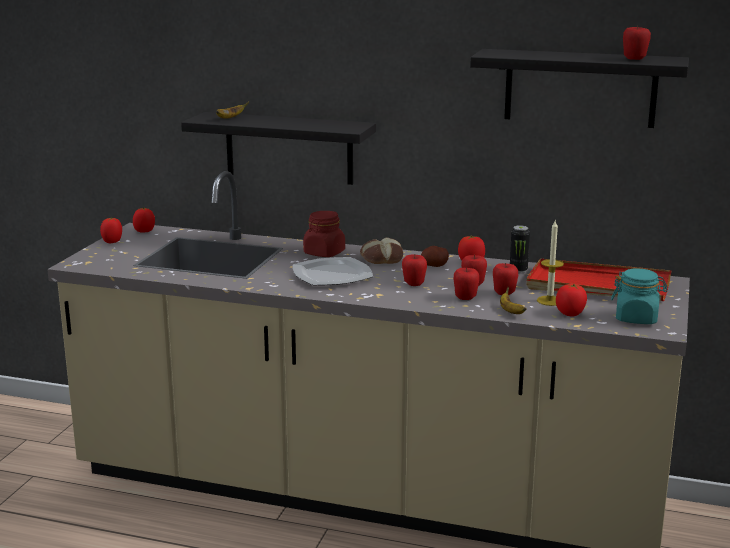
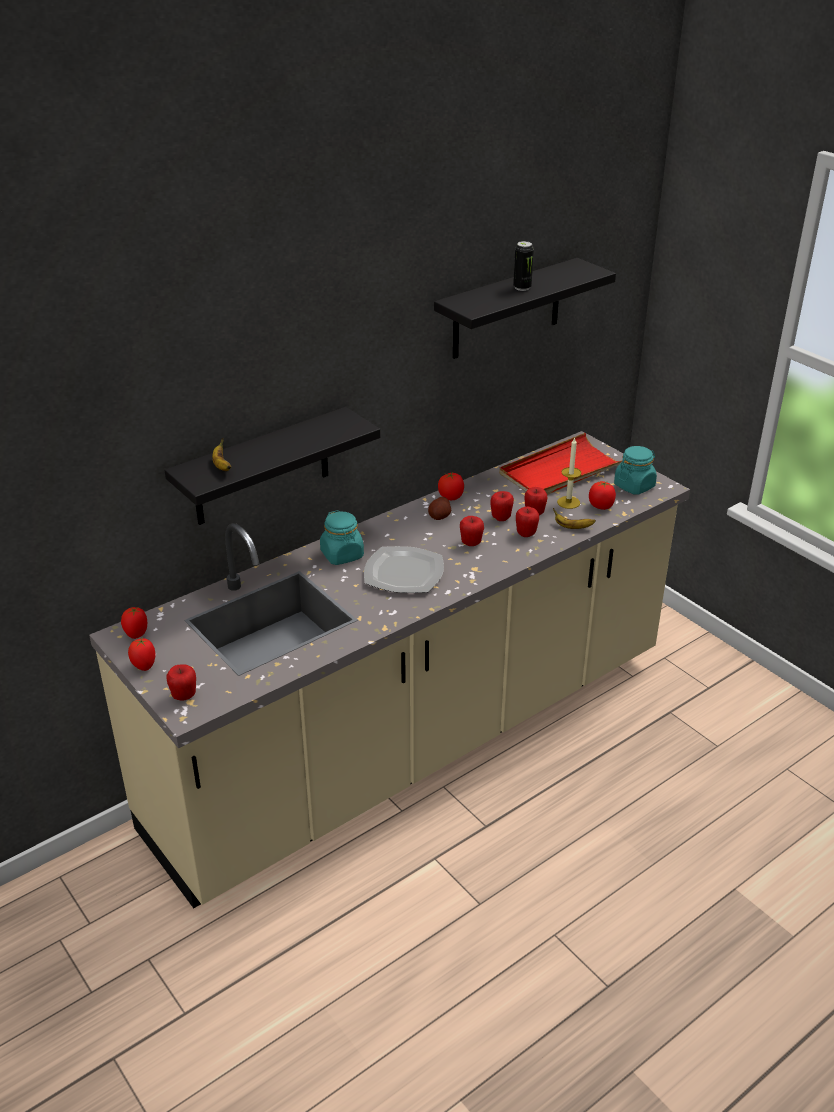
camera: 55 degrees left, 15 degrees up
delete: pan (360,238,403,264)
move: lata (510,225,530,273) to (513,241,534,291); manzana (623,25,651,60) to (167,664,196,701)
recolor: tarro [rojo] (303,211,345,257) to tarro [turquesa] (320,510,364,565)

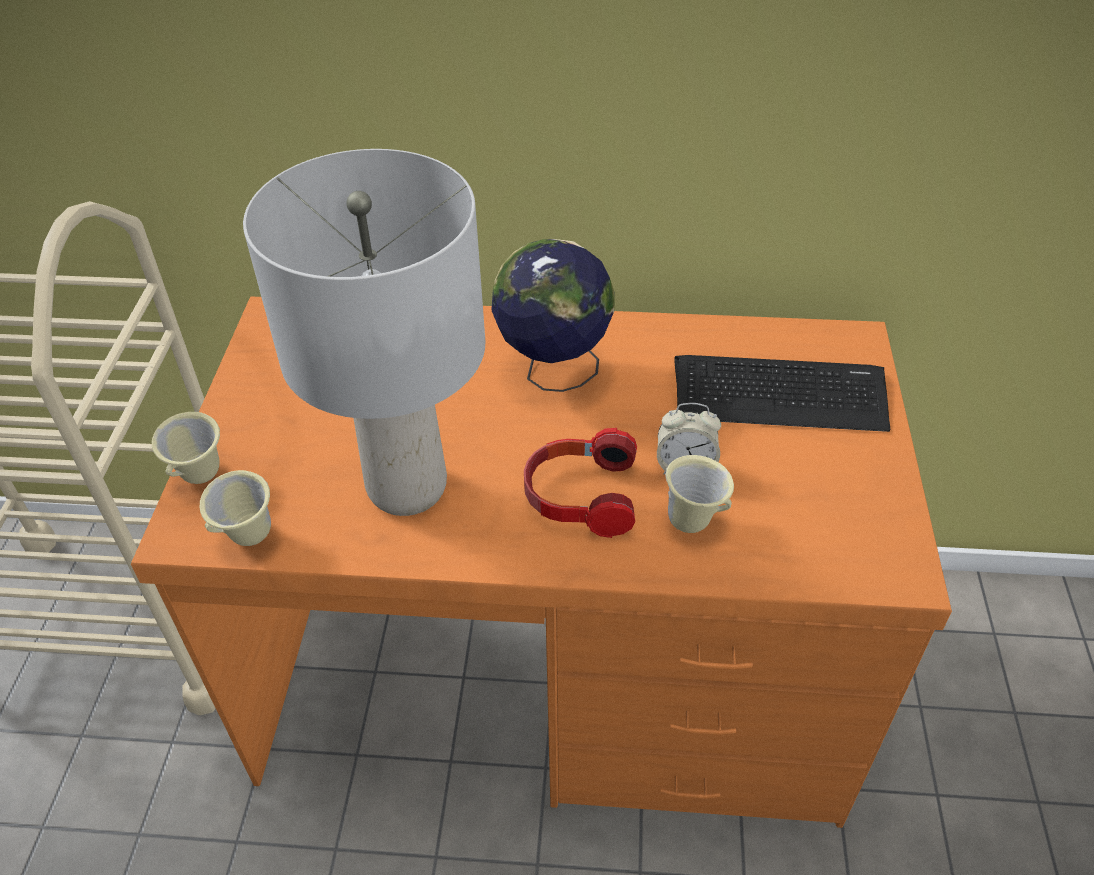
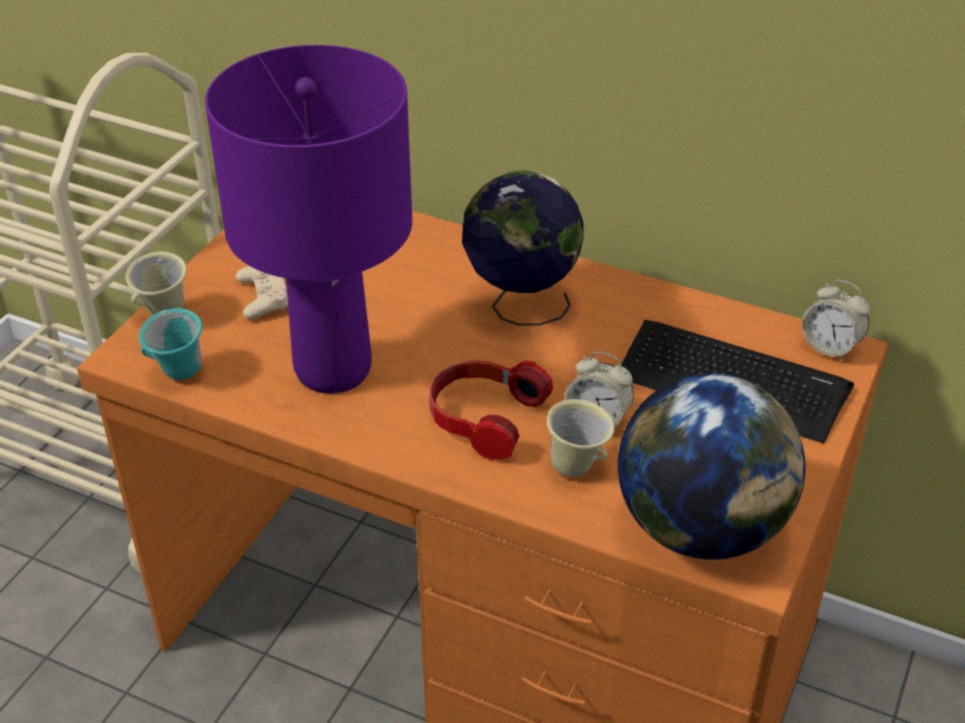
camera: 20 degrees right, 5 degrees down
insert: mando de consola [beis] (236,266,288,319); globo terráqueo (618,373,805,560); despertador (802,280,870,361)
recolor: taza grande [beis] (200,470,271,546) to taza grande [turquesa] (139,308,202,380); lámpara de mesa [gris] (243,149,485,516) to lámpara de mesa [morado] (205,45,412,394)

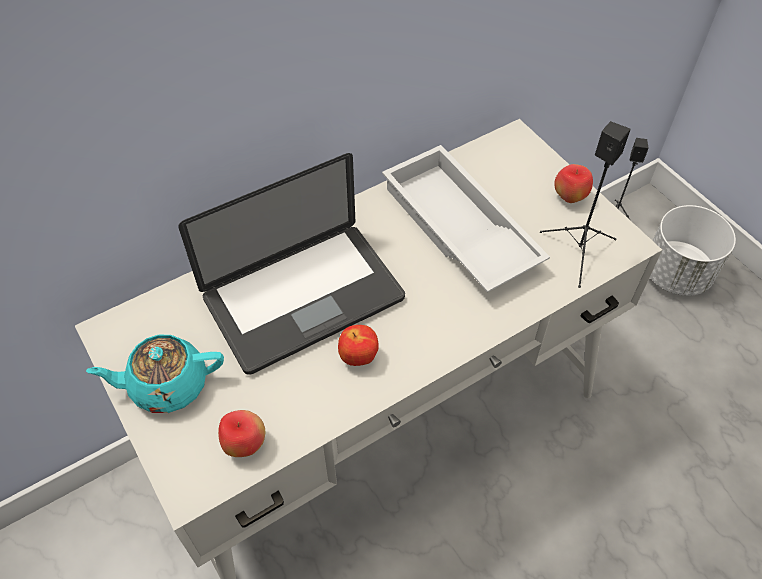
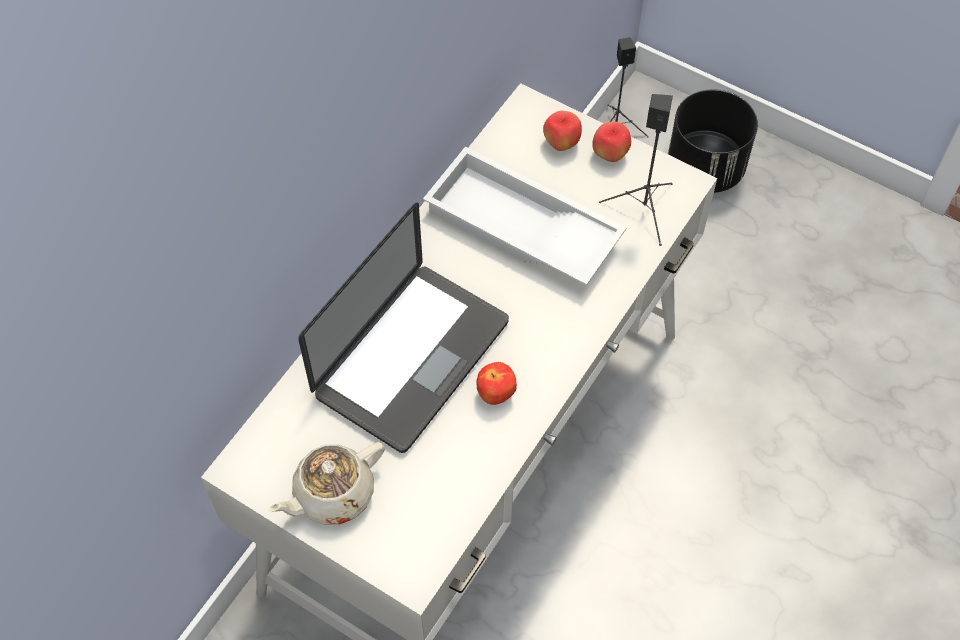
camera: 25 degrees left, 5 degrees up
move: manzana (218,410,265,457) to (543,111,582,151)
recolor: tetera [turquesa] (86,335,224,413) to tetera [beis] (268,442,385,525); maceta [blanco] (650,205,736,296) to maceta [negro] (668,90,758,193)

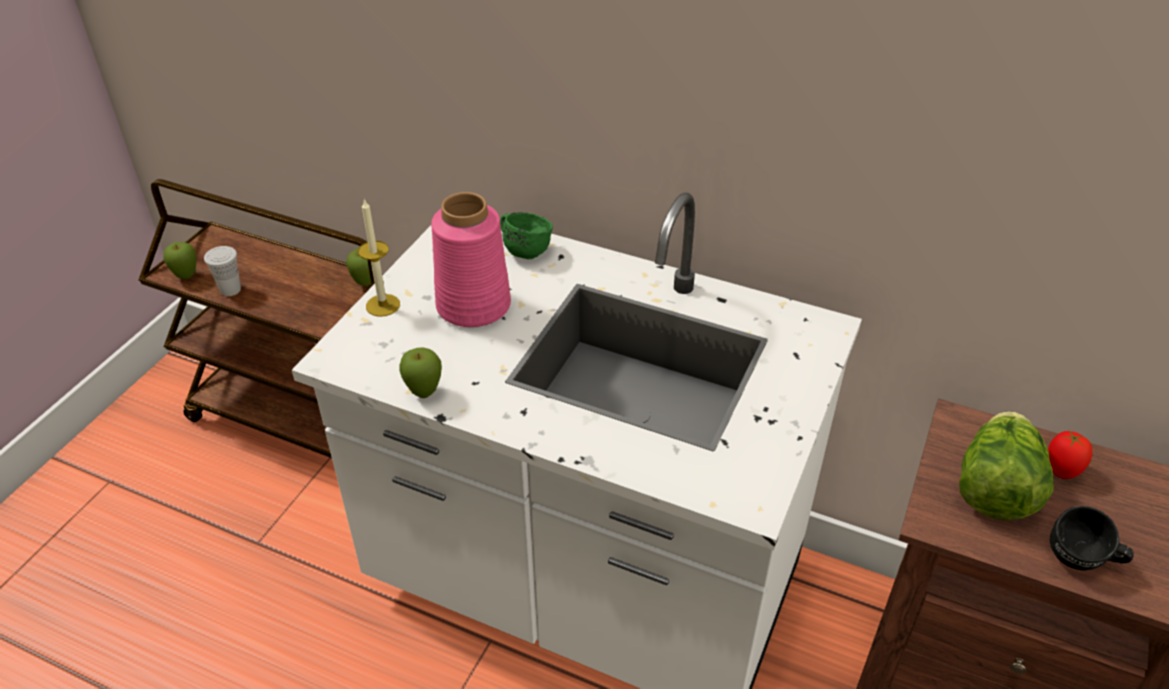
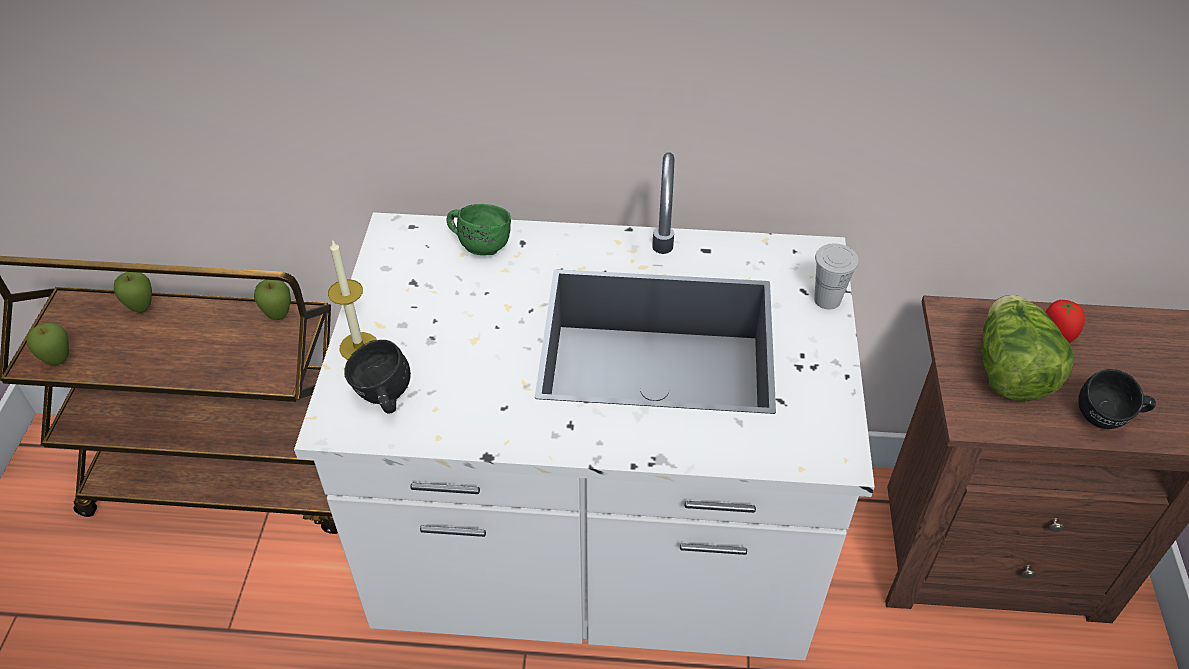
camera: 20 degrees left, 5 degrees up
delete: florero [rosa] (431,192,511,327)
insert: taza grande [negro] (345,340,411,413)
move: taza [blanco] (204,246,241,296) to (814,244,859,310); manzana (399,347,442,398) to (114,272,152,313)

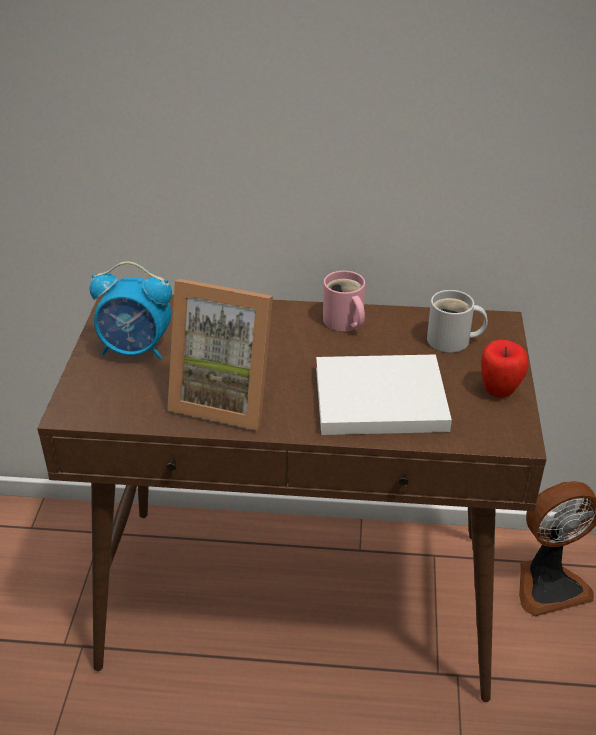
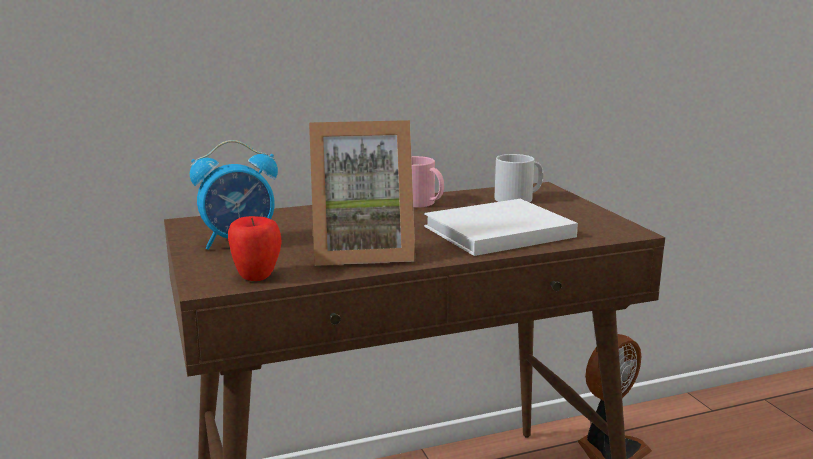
camera: 25 degrees left, 20 degrees down
move: manzana (481,340,528,398) to (228,216,282,281)

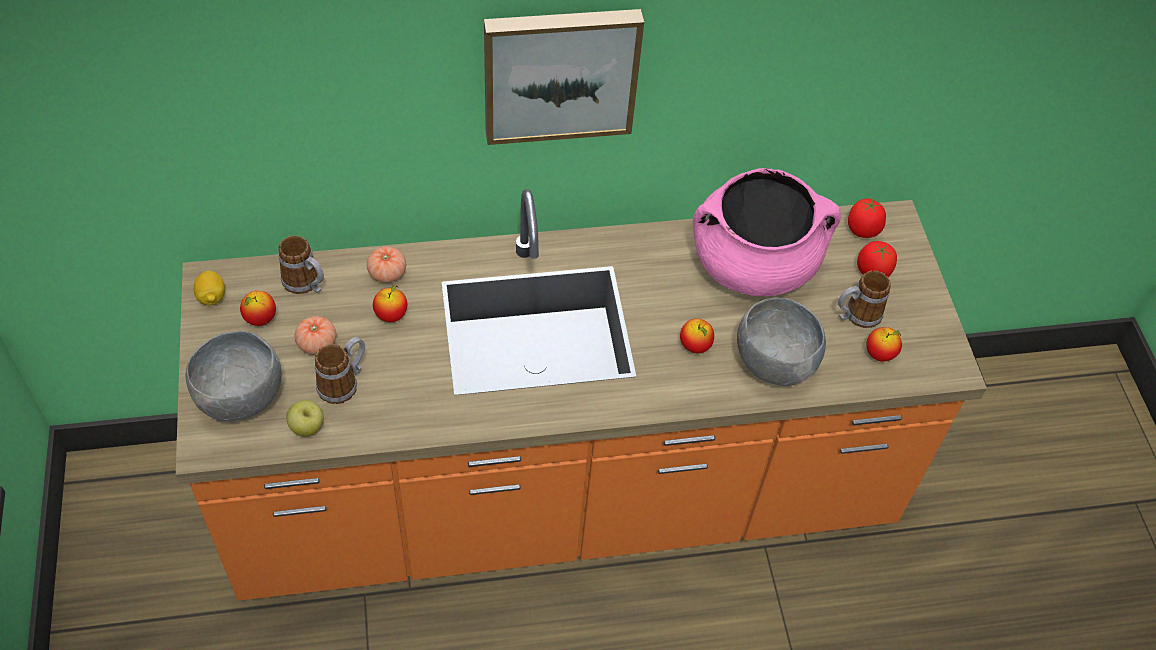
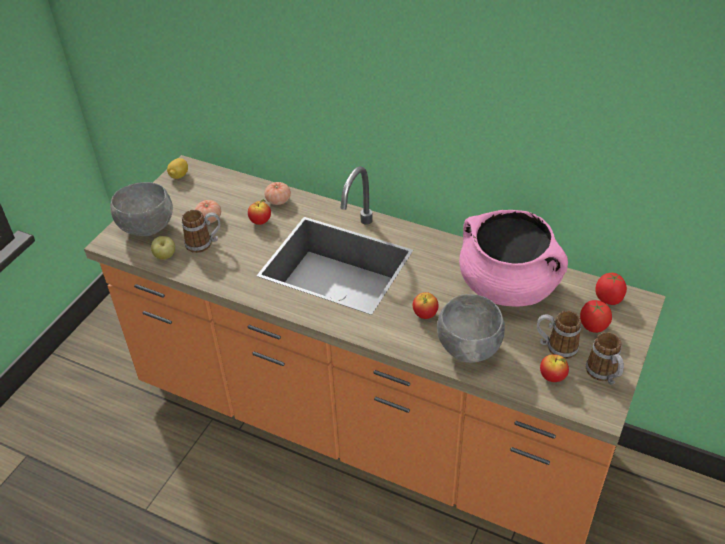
camera: 40 degrees right, 10 degrees down
delete: manzana (240,291,276,326); cuadro (484,9,644,145)
move: taza grande (278,235,324,294) to (586,332,624,385)

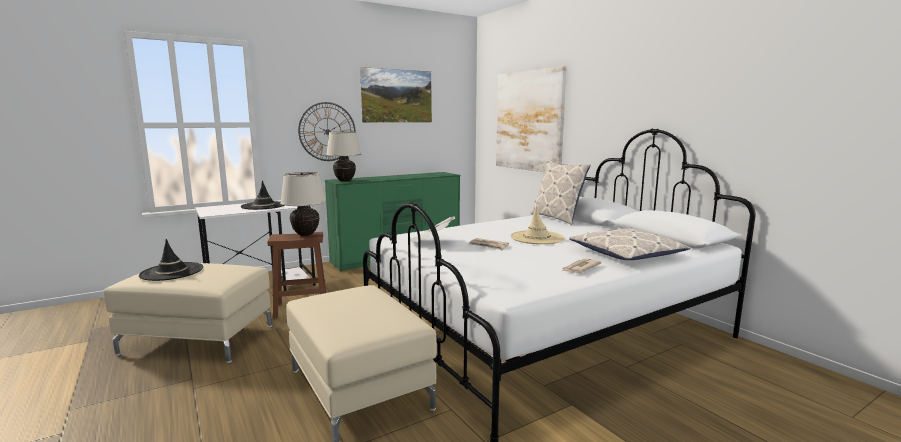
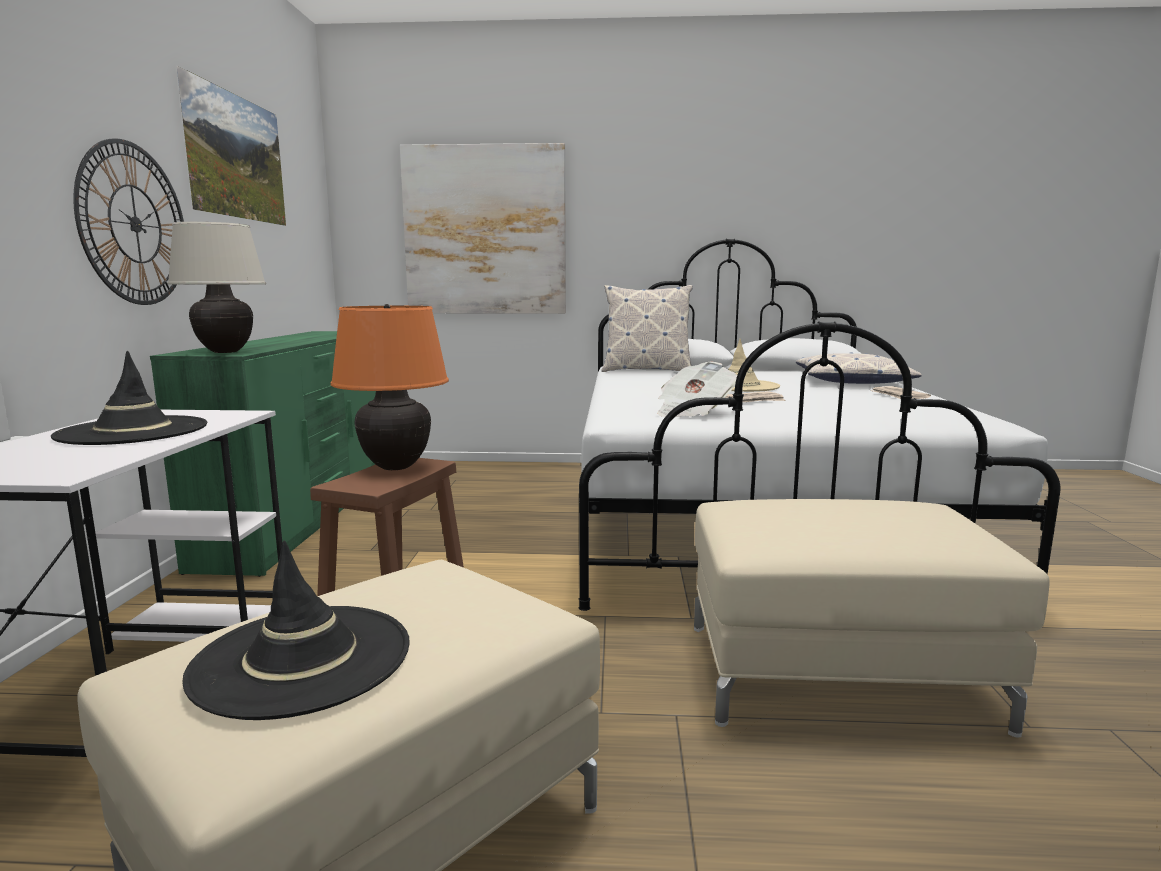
camera: 55 degrees left, 0 degrees up
recolor: lámpara de mesa [beis] (280,172,326,236) to lámpara de mesa [naranja] (330,304,449,470)

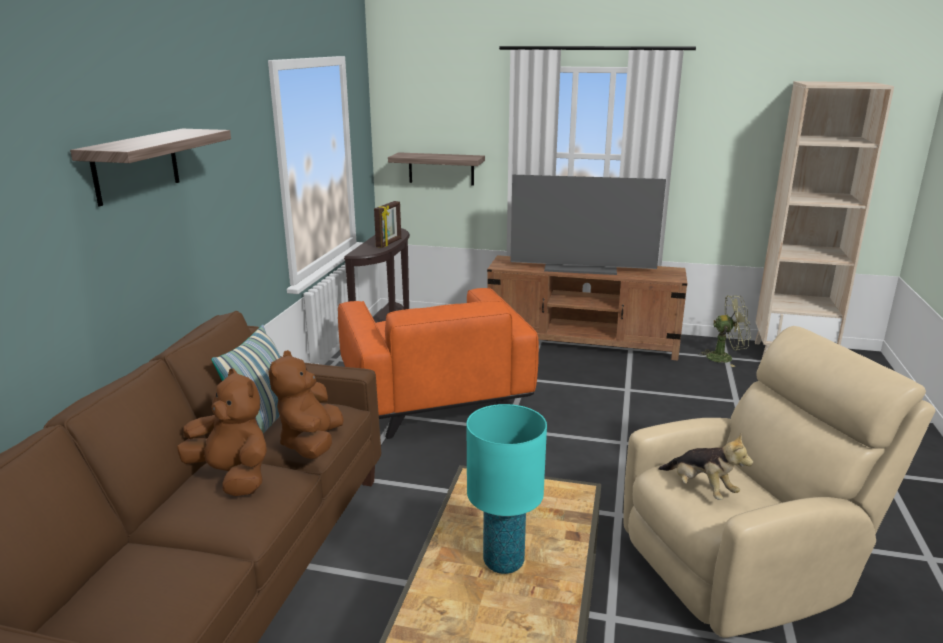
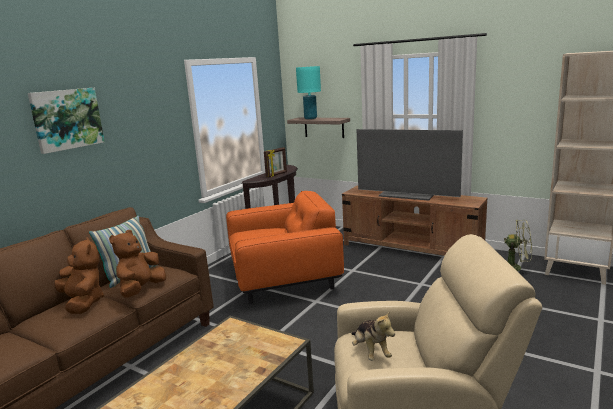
camera: 20 degrees right, 5 degrees down
move: lámpara de mesa [turquesa] (466,404,547,574) to (296,66,321,119)
replace: estante (70,129,231,206) to cuadro (28,88,105,154)
rotate: sillón [naranja] (338,288,539,439) = (226,191,344,303) 105 degrees counterclockwise

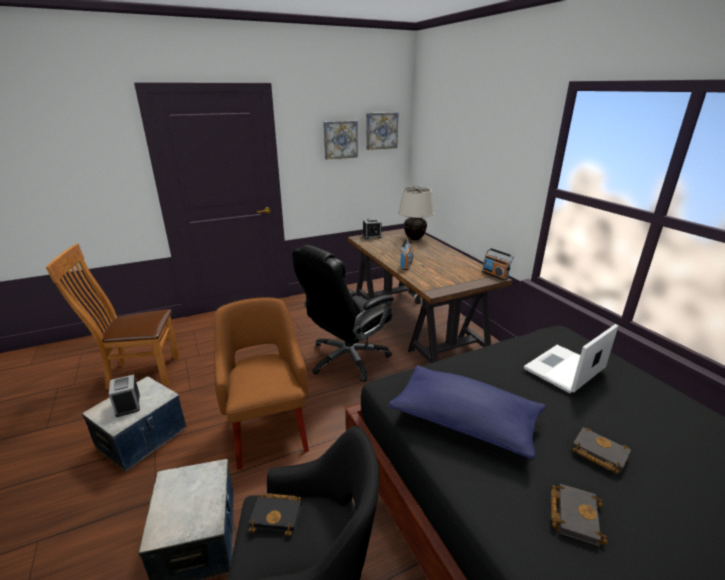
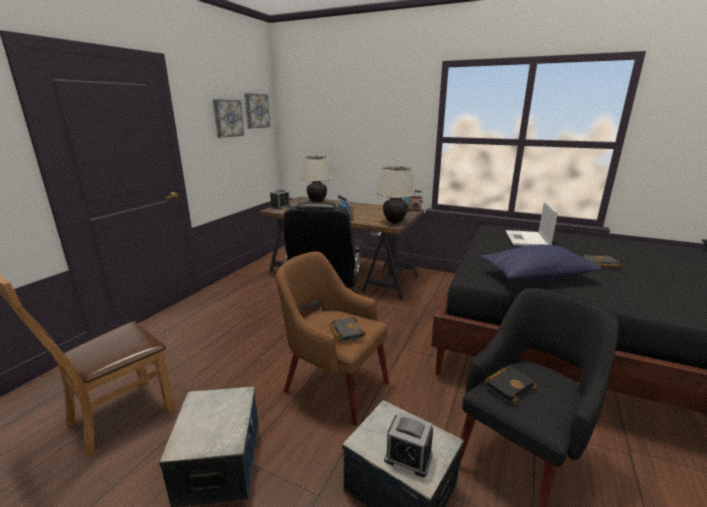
camera: 40 degrees left, 5 degrees down
insert: lámpara de mesa [beis] (377,166,415,223)
move: despertador (109,374,140,417) to (384,412,433,477); libro [negro] (551,484,607,546) to (330,317,366,342)

